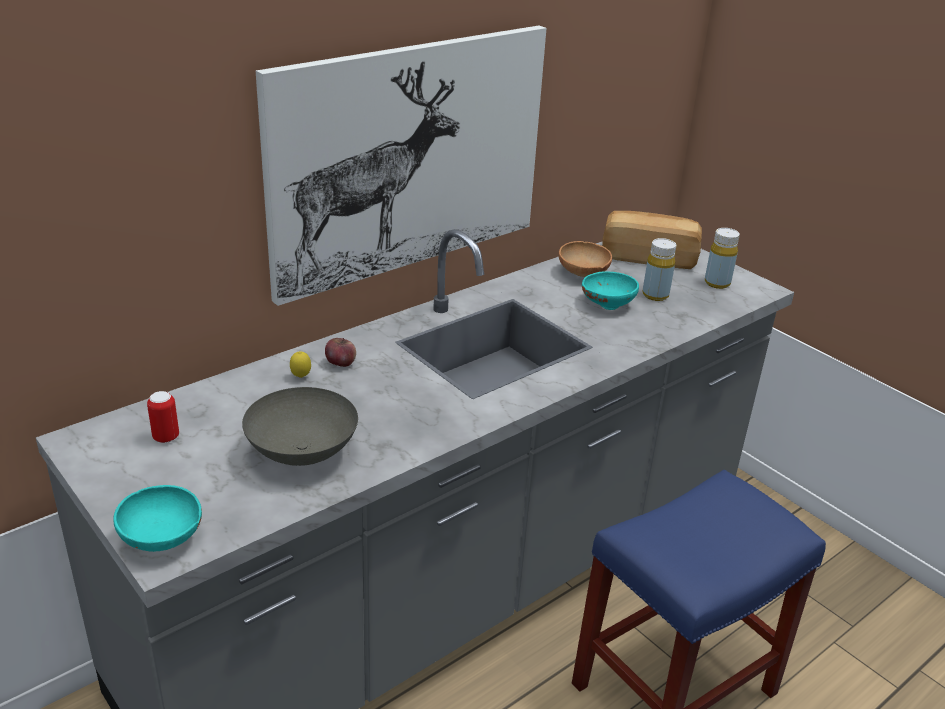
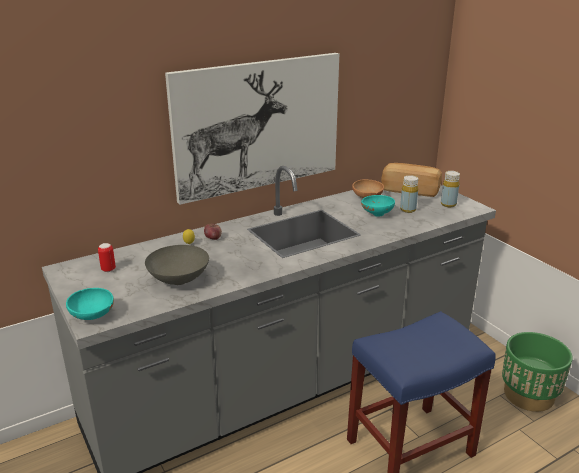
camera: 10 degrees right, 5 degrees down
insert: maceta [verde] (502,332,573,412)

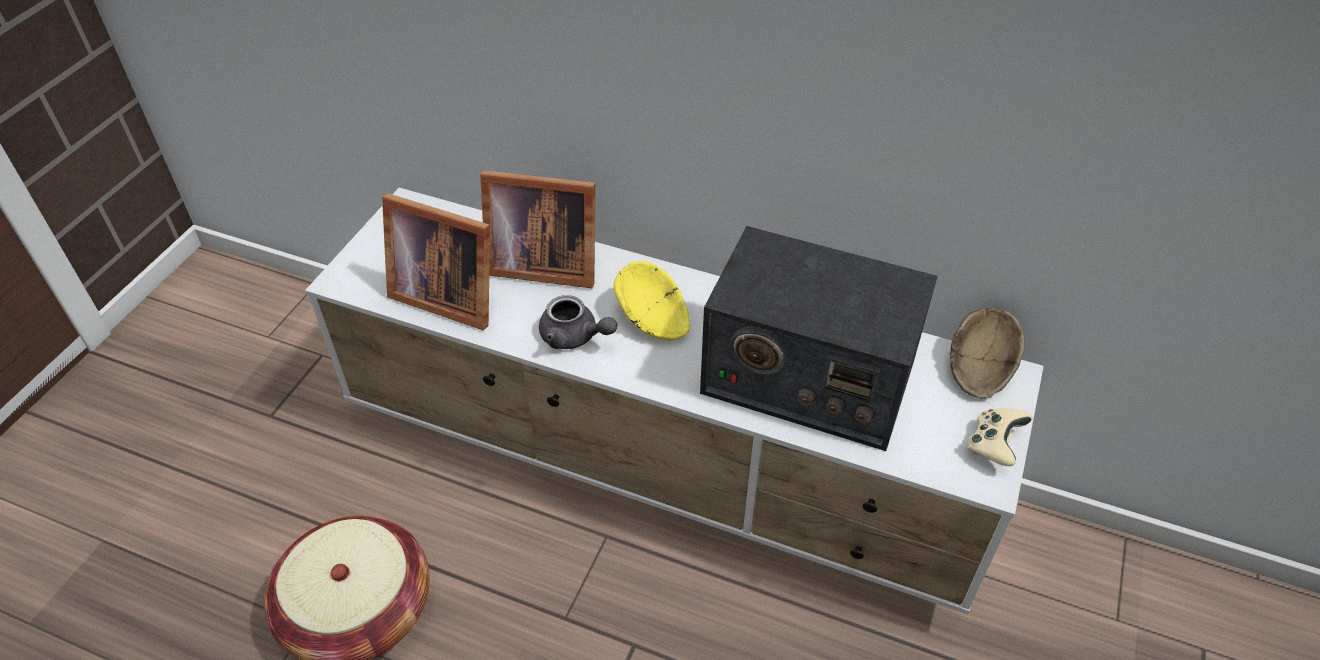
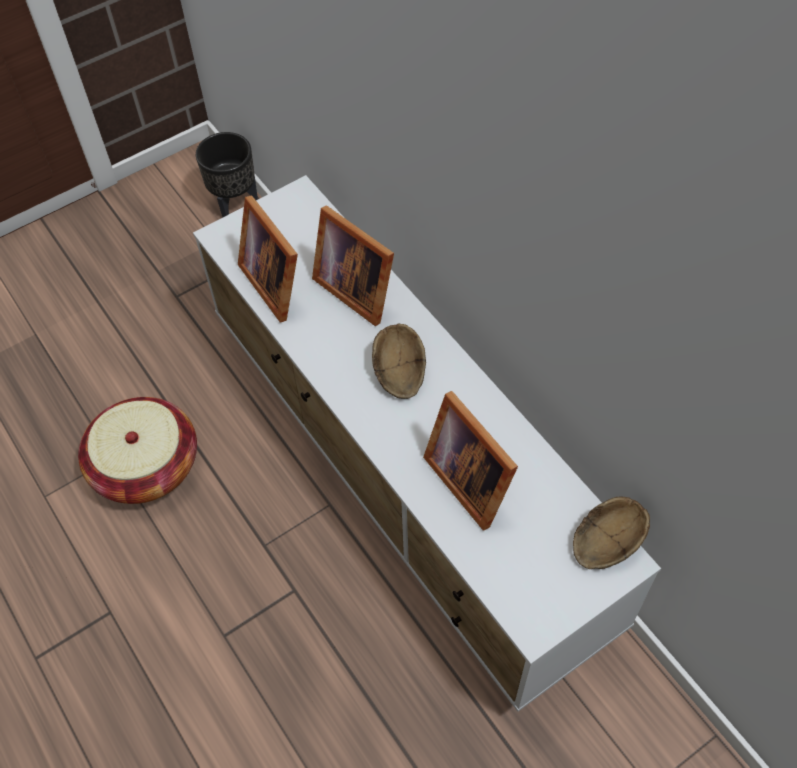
camera: 35 degrees right, 10 degrees up
delete: tetera [gris] (539,295,617,349); mando de consola [beis] (967,408,1032,466)
insert: maceta [negro] (196,132,258,218)
replace: radio (700,226,938,451) to portarretratos (423,391,518,531)
recolor: cuenco [amarillo] (614,261,690,340) to cuenco [marrón] (372,324,426,399)

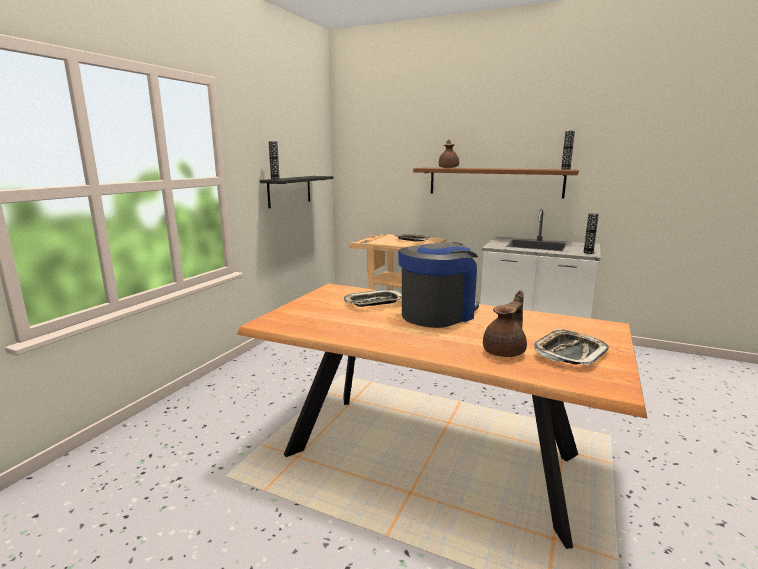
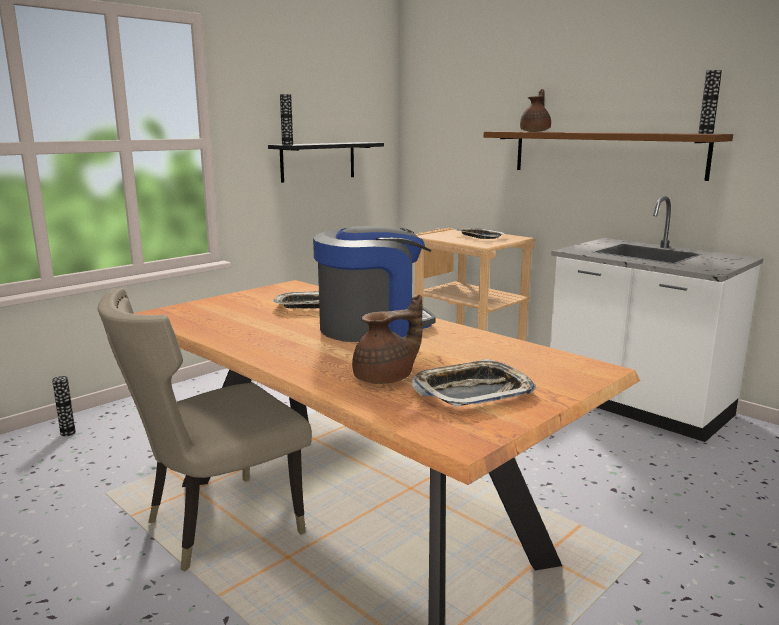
camera: 20 degrees right, 0 degrees up
insert: silla [beis] (98,288,312,571)
move: florero (583,213,599,254) to (52,376,76,436)

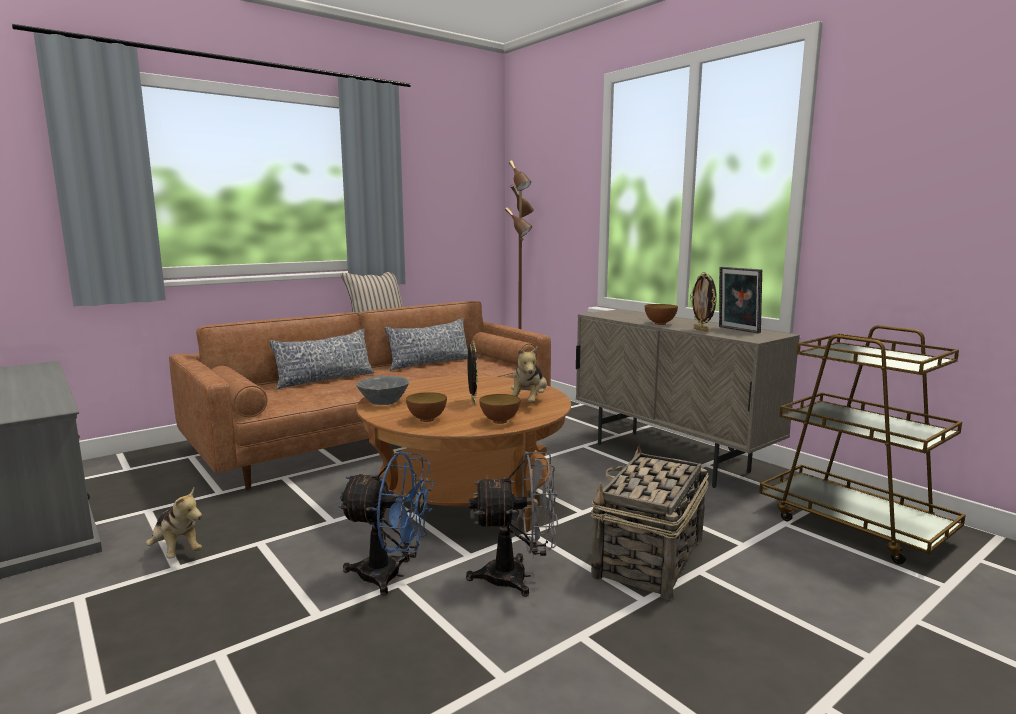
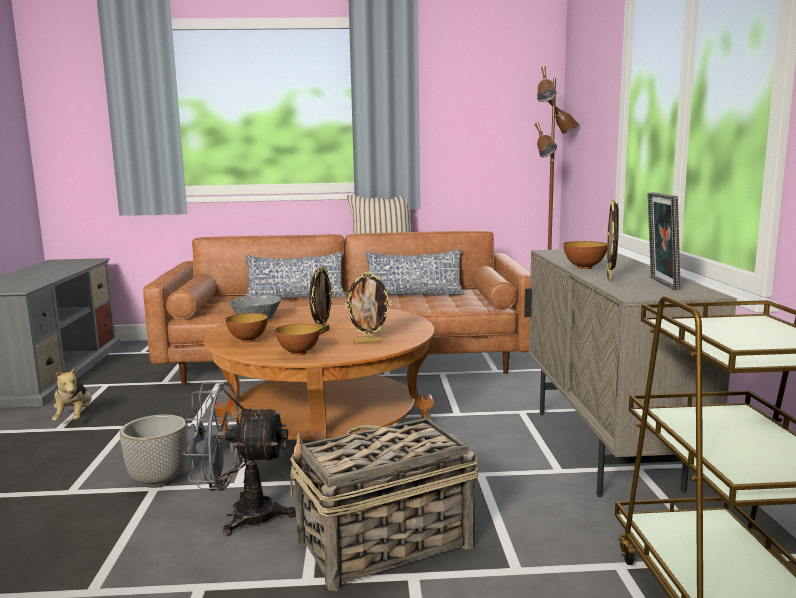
camera: 35 degrees right, 0 degrees up
replace: ventilador [azul] (338,452,434,595) to maceta (120,414,188,488); peluche (511,346,547,403) to portarretratos (345,272,392,343)
rotate: ventilador [gris] (466,452,558,597) = (183,382,296,536) 150 degrees clockwise

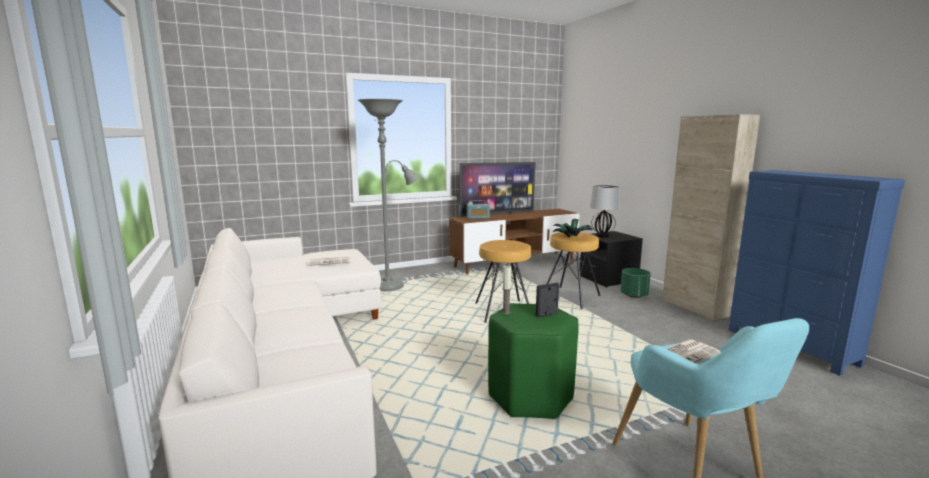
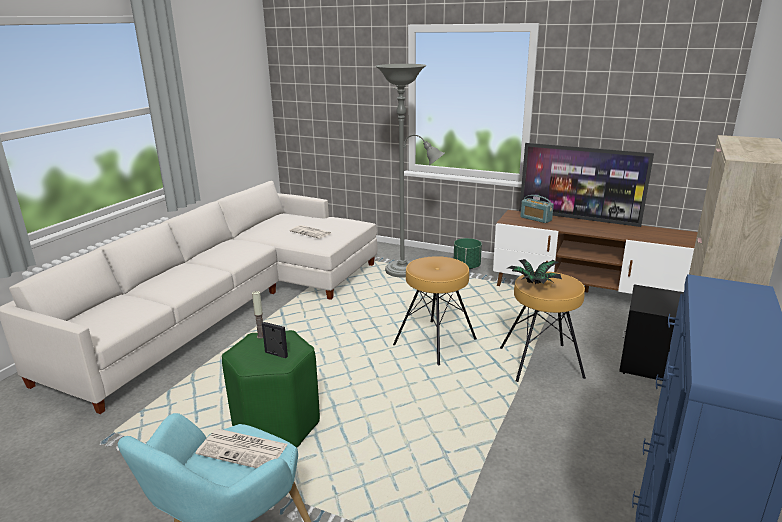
camera: 50 degrees right, 10 degrees up
delete: lámpara de mesa (590,185,619,237)
move: maceta [verde] (620,268,651,298) to (454,238,482,269)

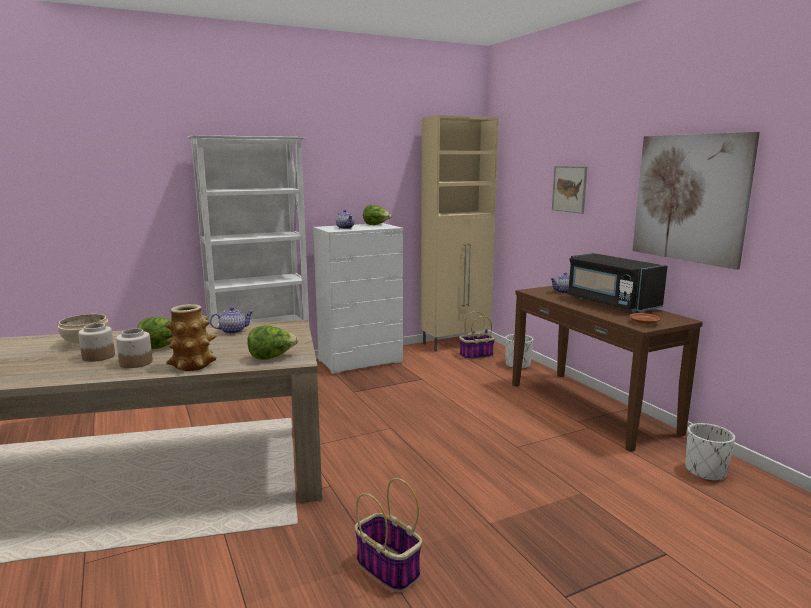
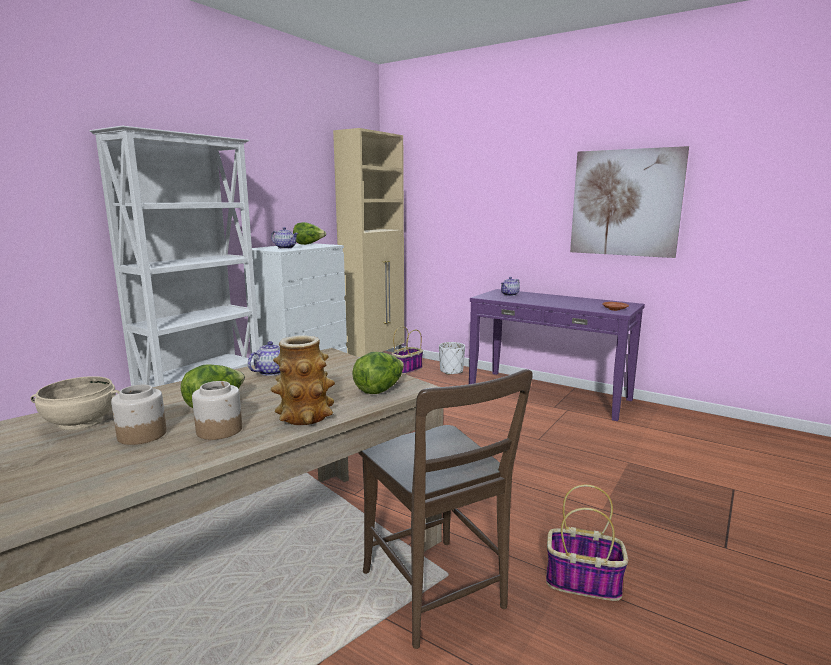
camera: 30 degrees left, 0 degrees up
delete: cuadro (552,166,587,214); microondas [negro] (567,253,668,313); maceta [blanco] (685,423,735,481)
insert: silla [marrón] (359,369,533,649)
recolor: mesa consola [marrón] (512,286,703,452) to mesa consola [morado] (469,289,645,421)

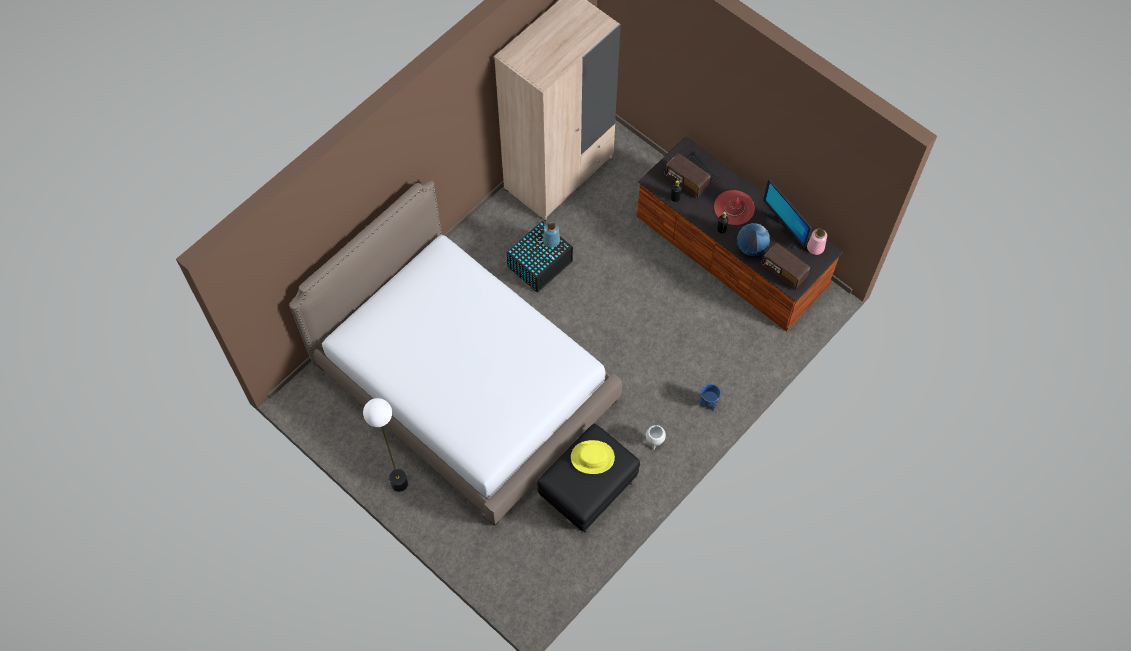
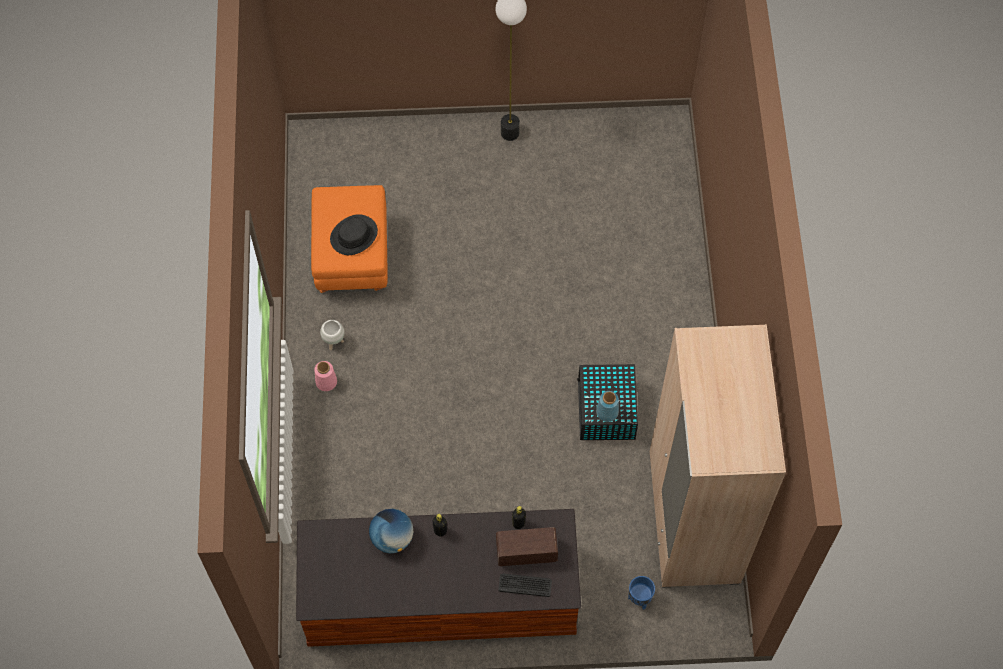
camera: 135 degrees right, 0 degrees up
delete: cama (289,180,622,526); sombrero [rojo] (714,190,755,225); radio (761,242,810,290); monitor (763,179,812,250)
move: maceta [azul] (700,384,721,411) to (628,576,655,610); florero [rosa] (807,229,827,255) to (314,361,337,391)
recolor: puf [negro] (537,424,640,533) to puf [naranja] (311,185,388,293); sombrero [amarillo] (571,440,615,474) to sombrero [negro] (330,214,378,255)

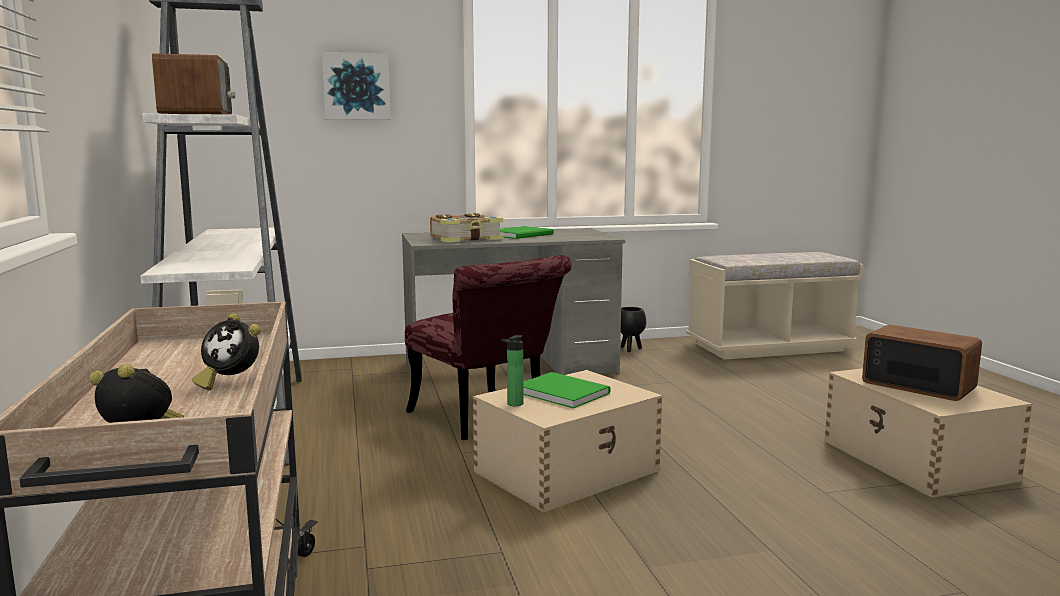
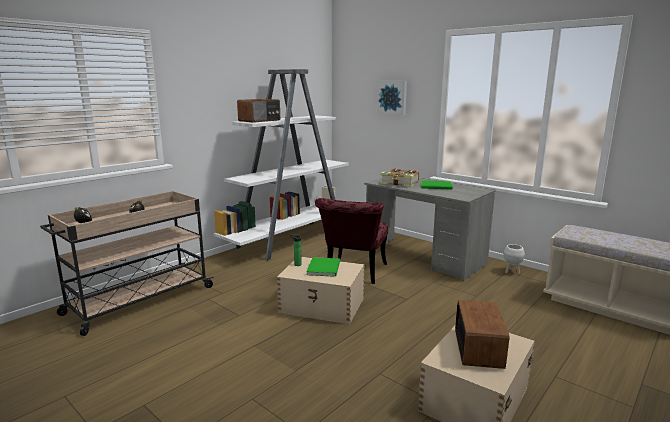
camera: 55 degrees right, 5 degrees up
recolor: maceta [negro] (621,307,646,352) to maceta [blanco] (503,244,525,274)

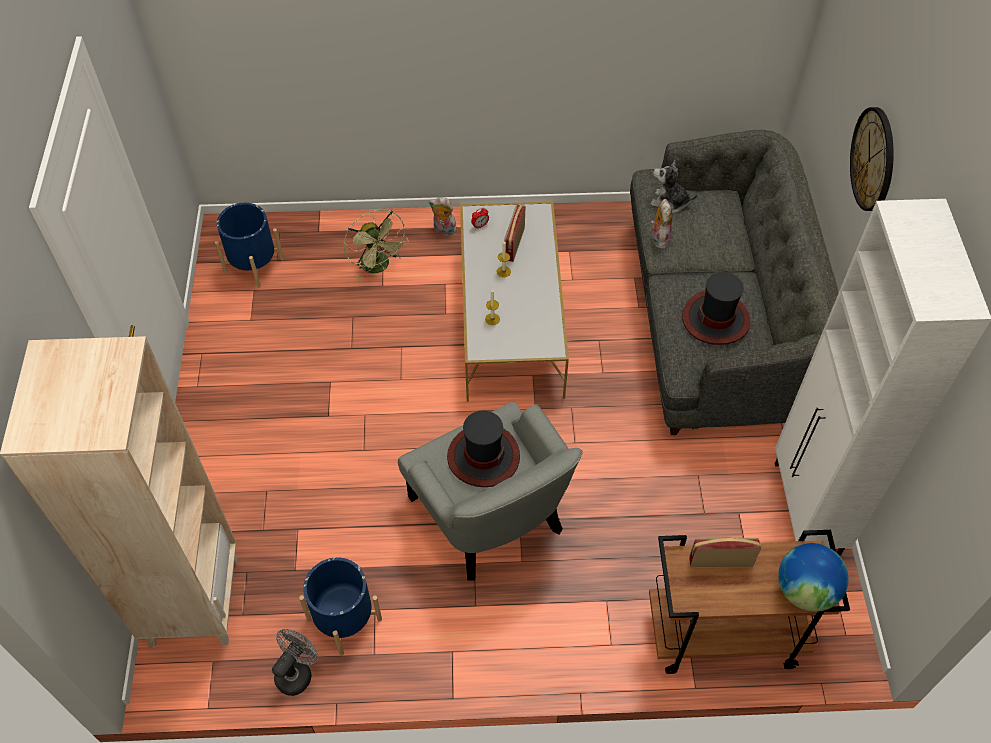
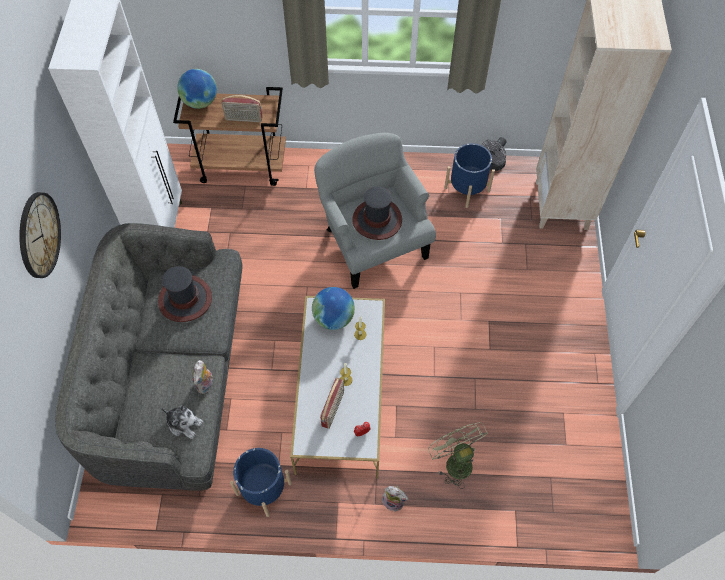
camera: 175 degrees left, 5 degrees up
insert: globo terráqueo (312,287,355,330)
move: maceta [azul] (215,203,284,288) to (230,448,292,517)

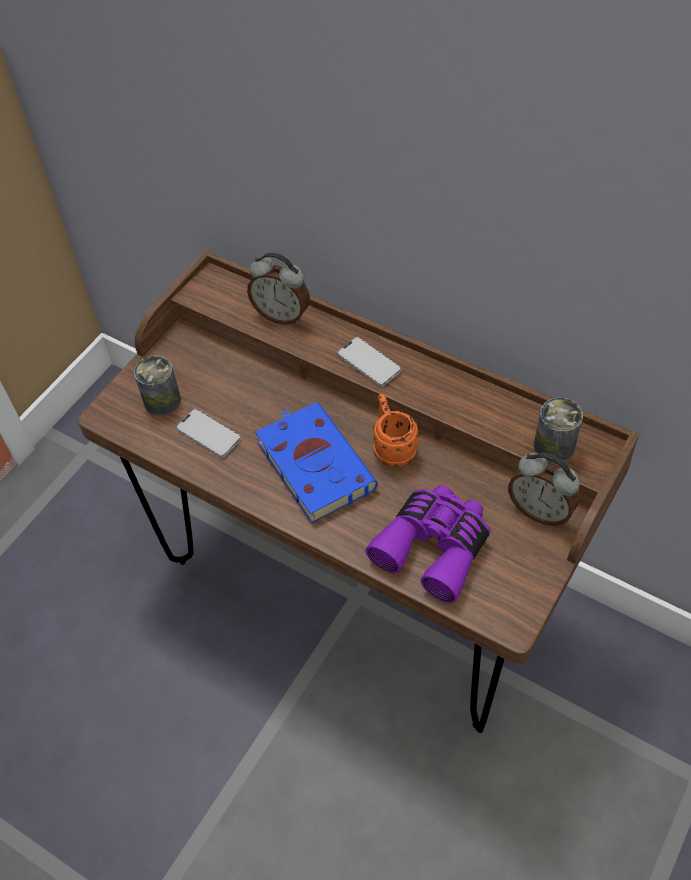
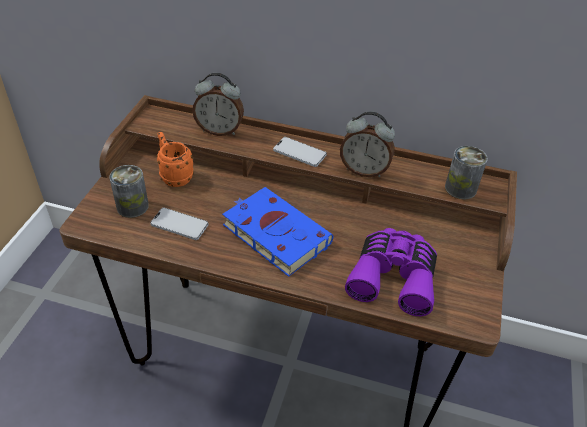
camera: 20 degrees left, 10 degrees down
move: taza grande [naranja] (373,394,419,467) to (157,132,194,187); despertador (508,453,580,526) to (340,111,395,177)

